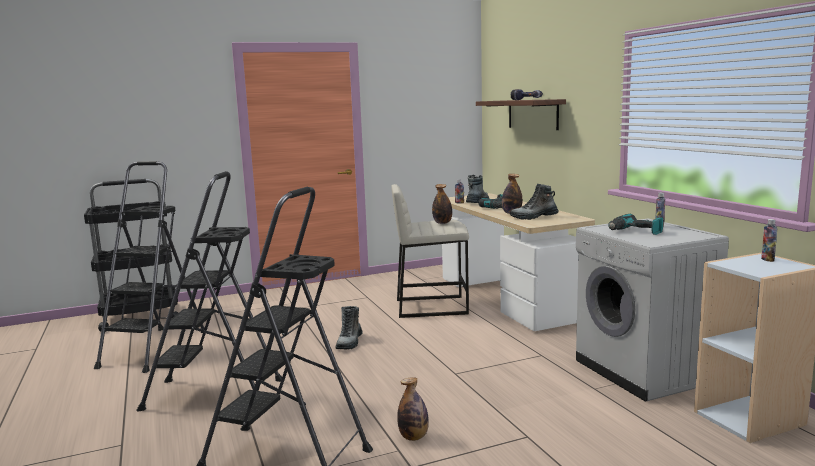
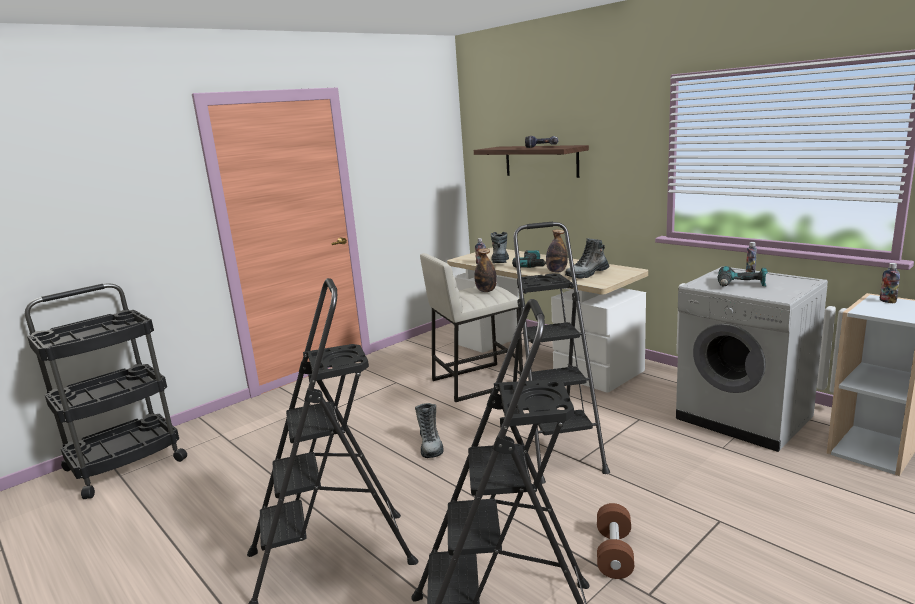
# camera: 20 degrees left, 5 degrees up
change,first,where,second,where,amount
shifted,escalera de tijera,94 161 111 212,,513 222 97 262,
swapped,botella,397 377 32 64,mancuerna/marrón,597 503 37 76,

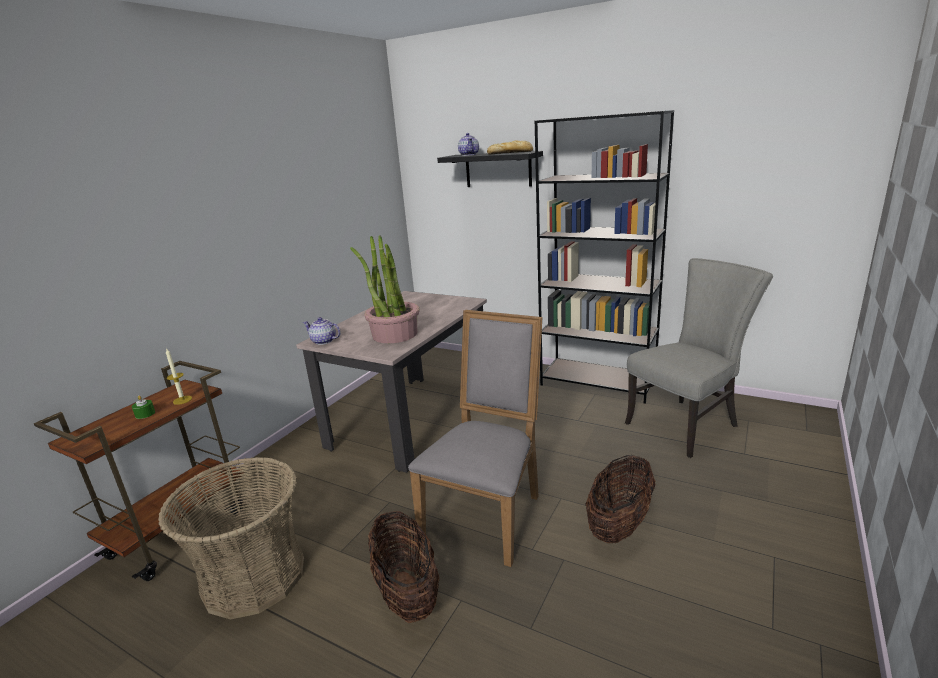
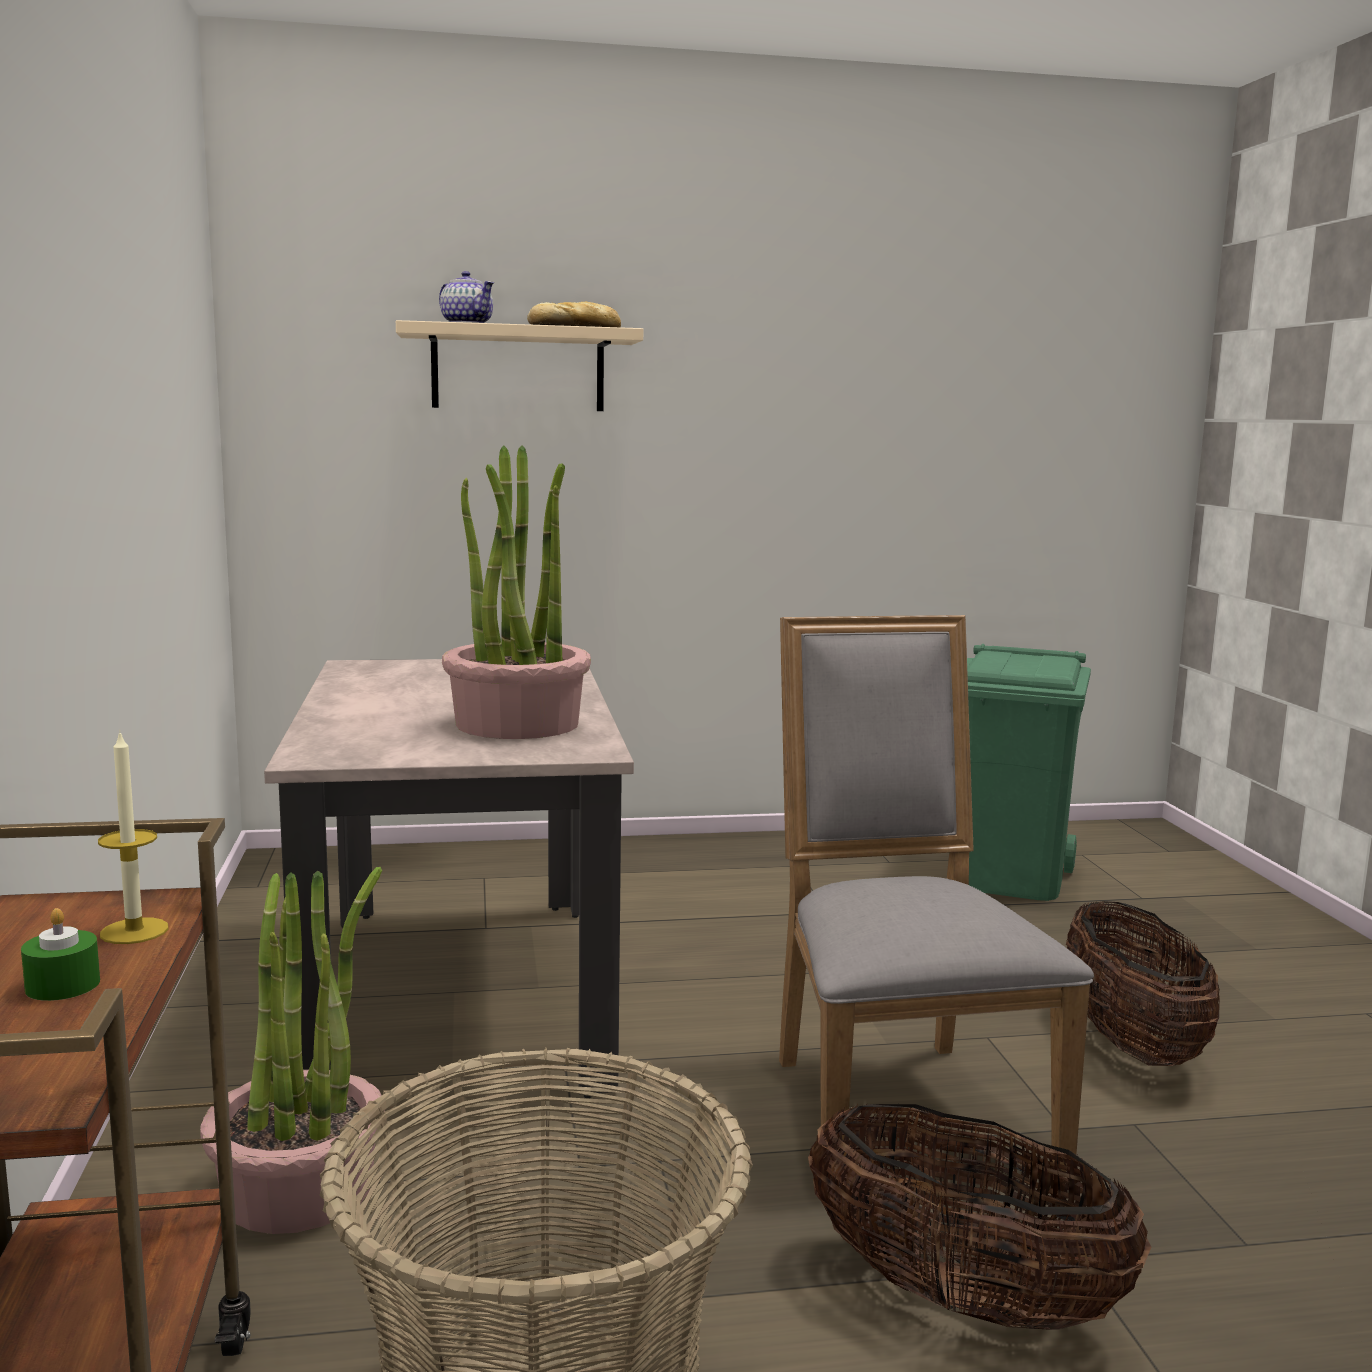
# camera: 40 degrees left, 10 degrees down
change,first,where,second,where,amount
new,,,planta en maceta,200 867 185 367,
repainted,estante/negro,437 151 106 36,estante/beis,396 320 247 91,
swapped,silla/gris,625 258 148 200,papelera/verde,967 644 124 257,
gone,tetera,303 317 38 28,,,
gone,estantería/marrón,535 110 139 294,,,

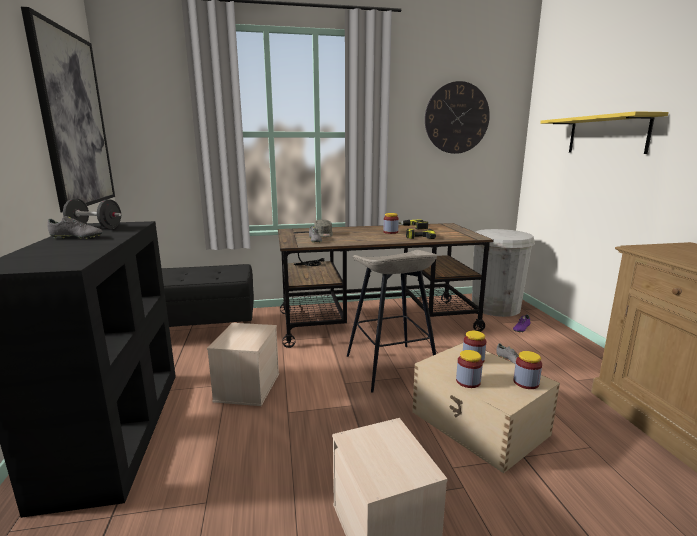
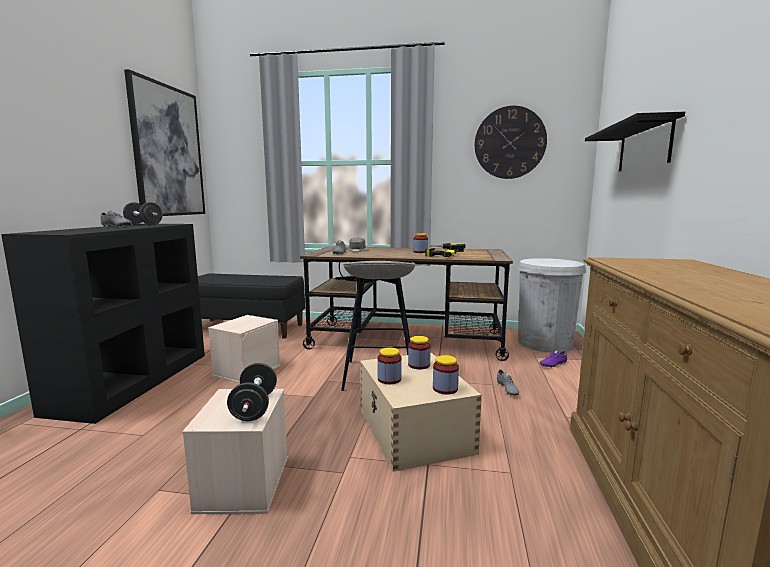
# camera: 20 degrees right, 5 degrees down
change,first,where,second,where,amount
new,,,mancuerna/negro,227 363 50 58,
repainted,estante/amarillo,540 111 129 43,estante/negro,585 112 100 59,

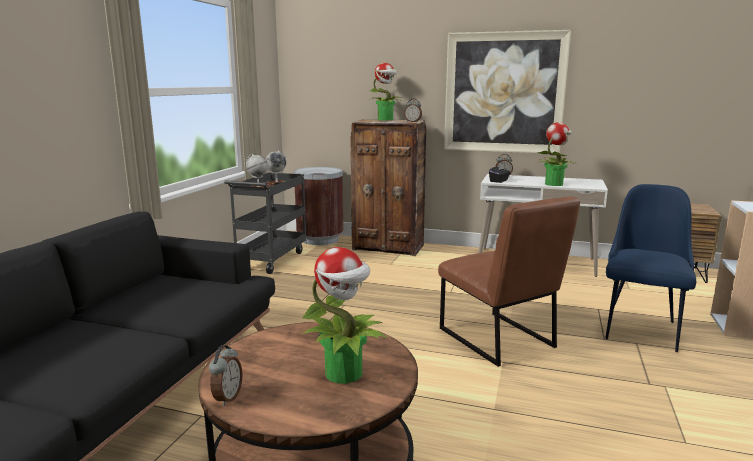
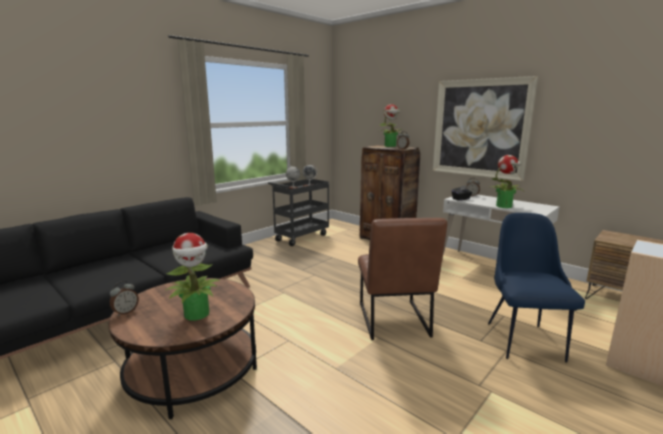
# camera: 25 degrees right, 0 degrees up
change,first,where,second,where,amount
rotated,silla/azul,605 184 91 168,,488 213 97 150,45 degrees counterclockwise
gone,papelera/marrón,294 167 49 78,,,

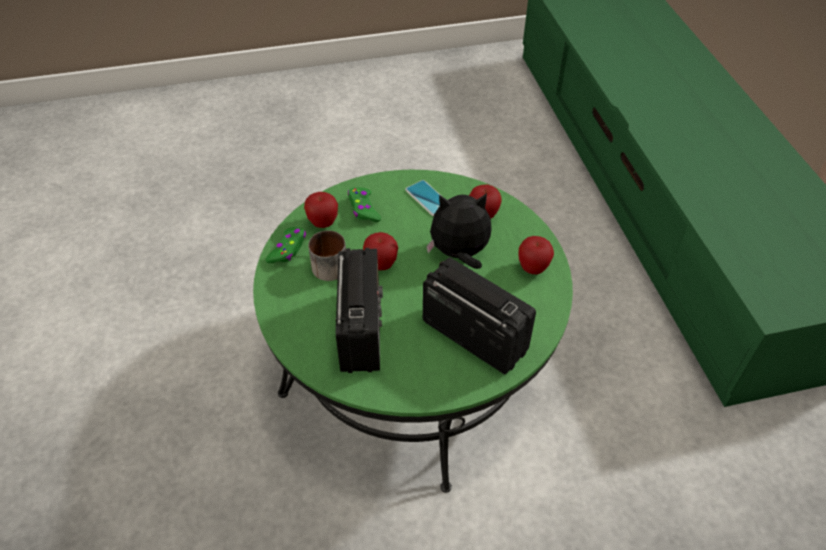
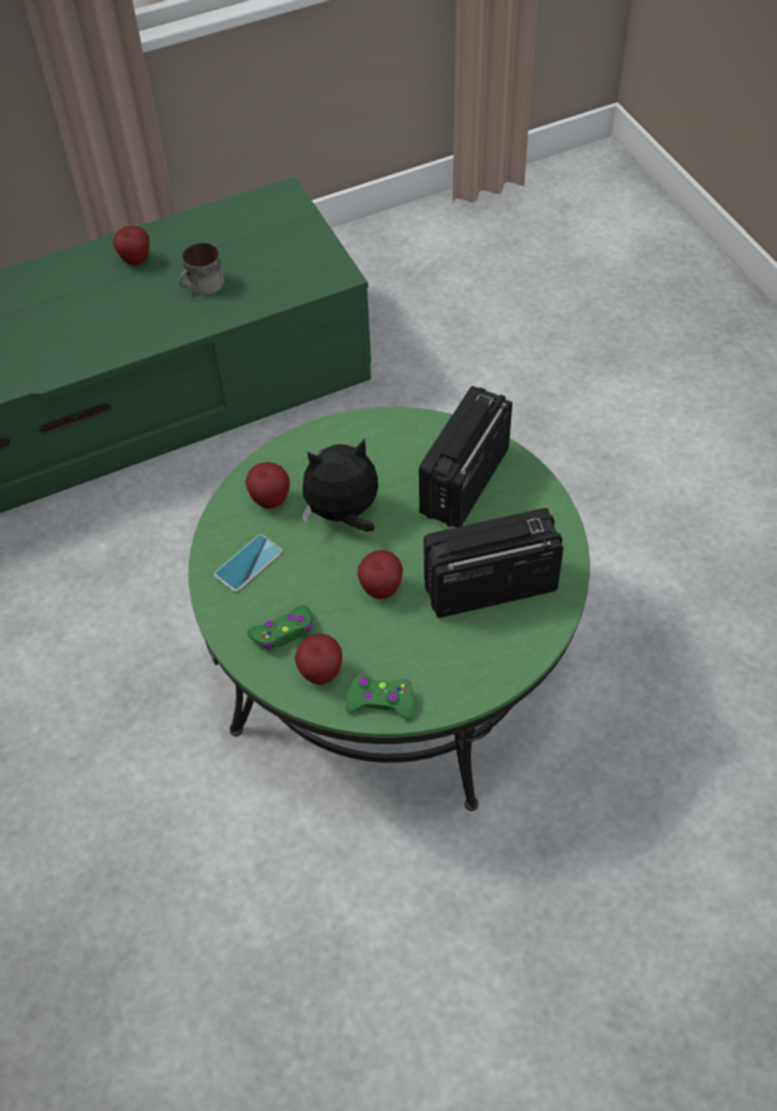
# camera: 100 degrees left, 5 degrees up
change,first,where,second,where,amount
shifted,manzana,519 236 35 38,,113 226 37 39,
shifted,taza grande,308 231 38 50,,178 242 46 53,
rotated,peluche,426 193 66 76,,302 439 76 93,90 degrees clockwise

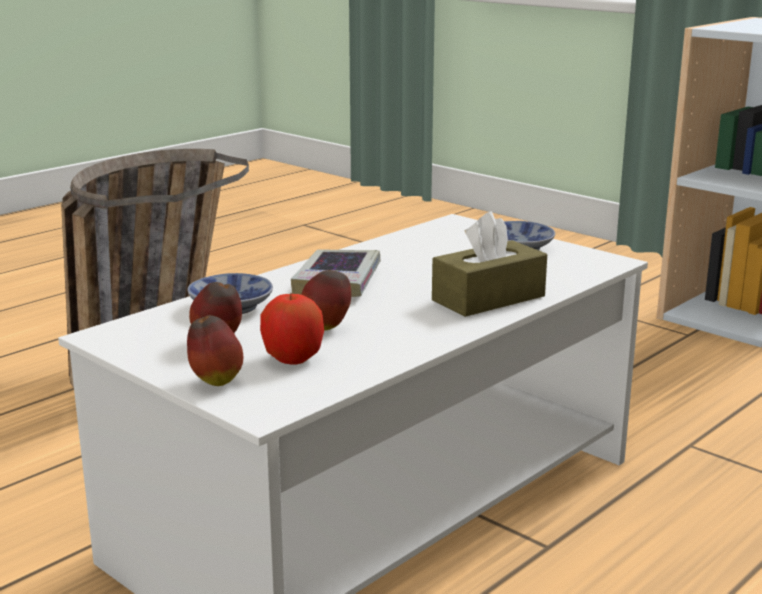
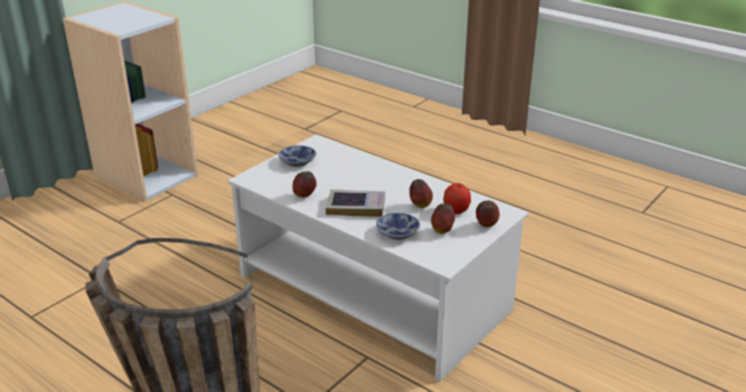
# camera: 95 degrees left, 10 degrees up
change,first,where,second,where,amount
new,,,manzana,293 171 24 27,
gone,caja de pañuelos/marrón,432 212 115 105,,,

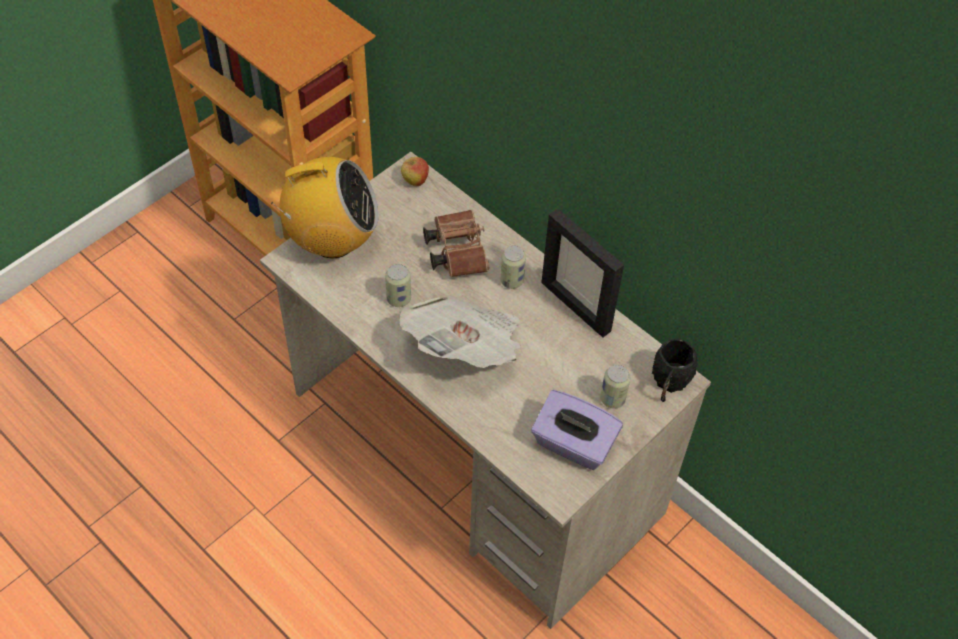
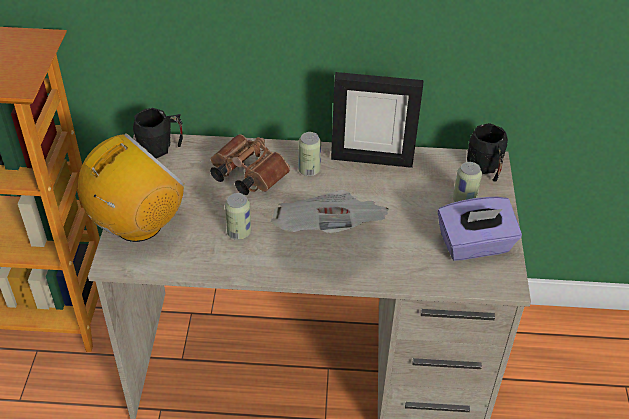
# camera: 40 degrees left, 10 degrees down
change,first,where,second,where,amount
swapped,manzana,401 157 28 29,taza grande/negro,133 108 50 50,

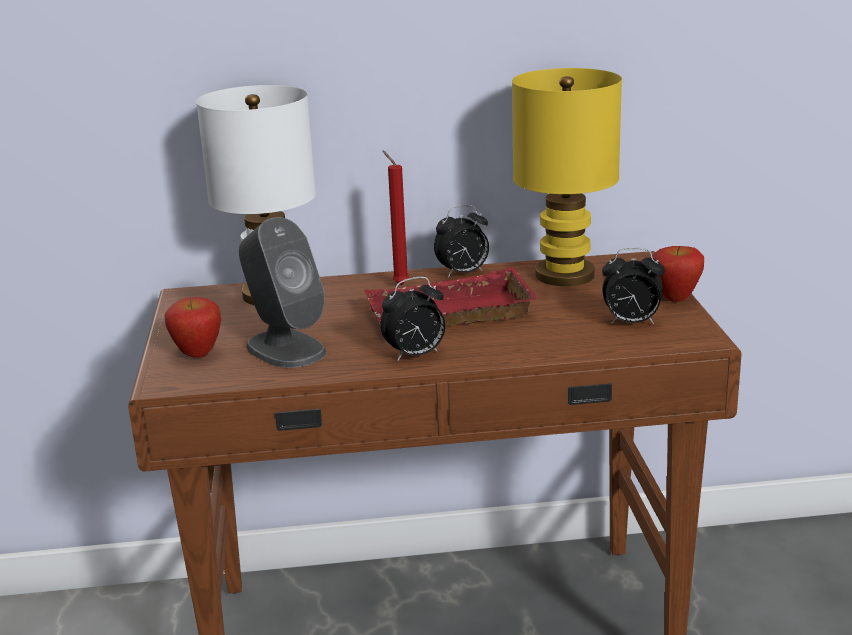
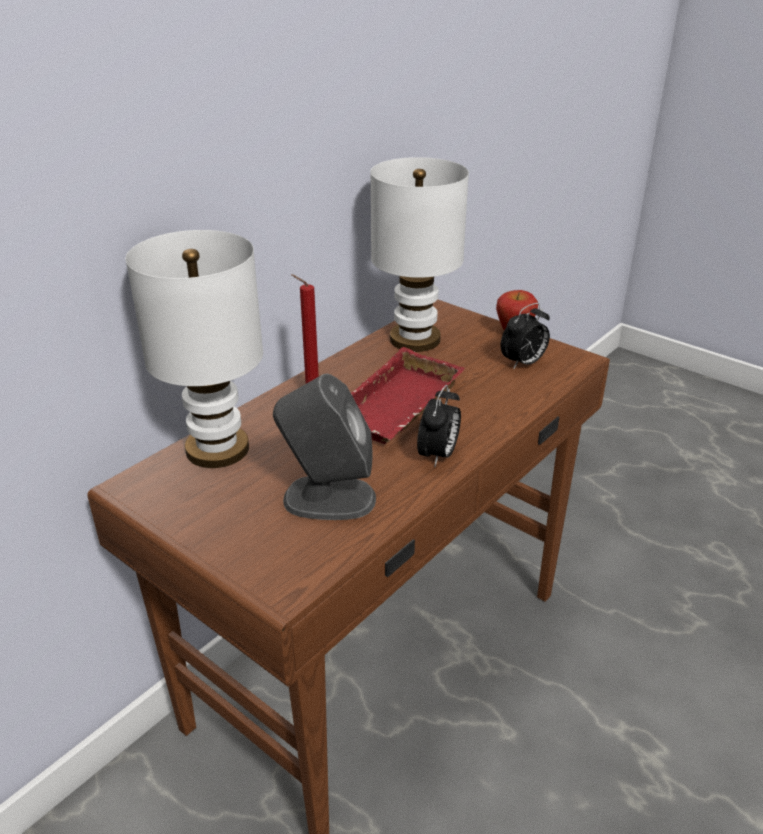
# camera: 45 degrees left, 10 degrees up
change,first,where,second,where,amount
repainted,lámpara de mesa/amarillo,512 68 110 218,lámpara de mesa/blanco,370 157 99 195,
gone,manzana,164 297 57 61,,,
gone,despertador,434 205 55 72,,,

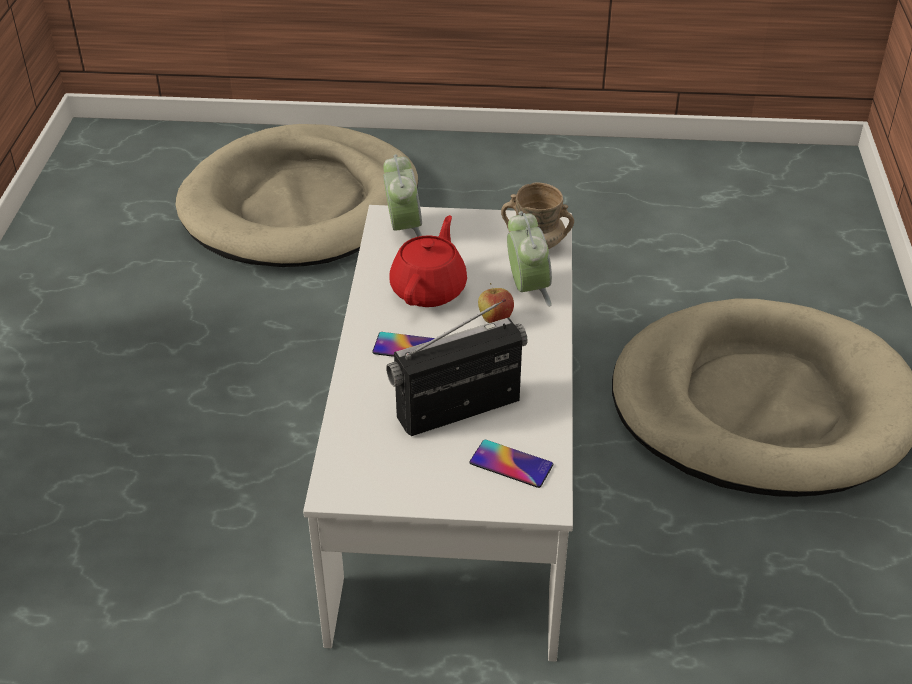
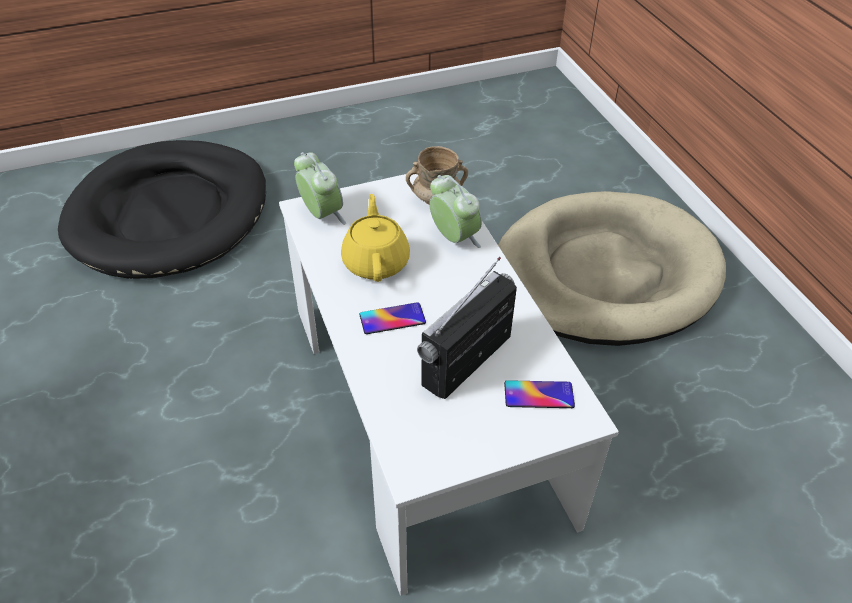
# camera: 25 degrees left, 5 degrees up
change,first,where,second,where,amount
repainted,cama para perro/beis,175 124 243 143,cama para perro/negro,58 140 208 139,
repainted,tetera/rojo,389 215 78 92,tetera/amarillo,341 194 69 88,
gone,manzana,478 283 36 40,,,

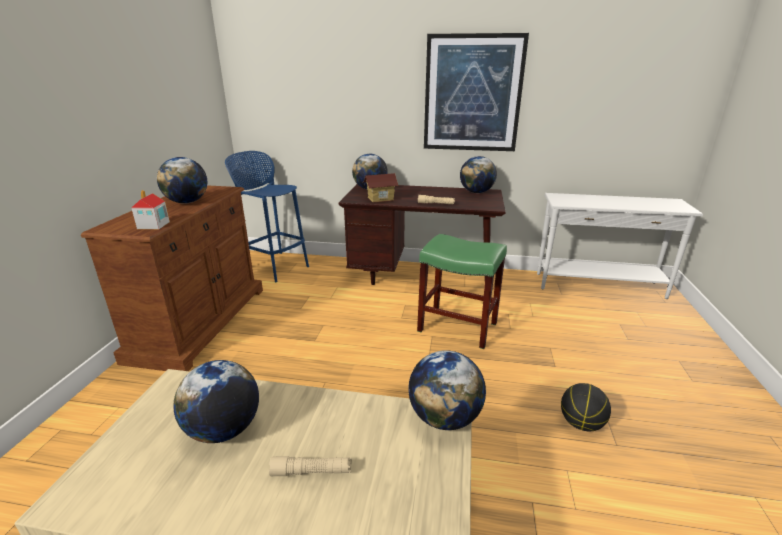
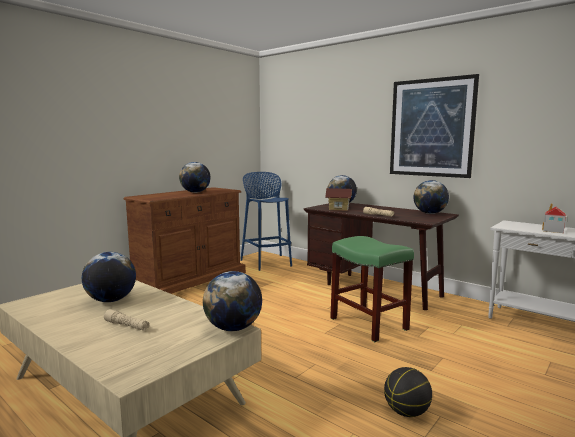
# camera: 30 degrees right, 15 degrees down
change,first,where,second,where,amount
shifted,casita,132 190 38 39,,542 203 25 30,

